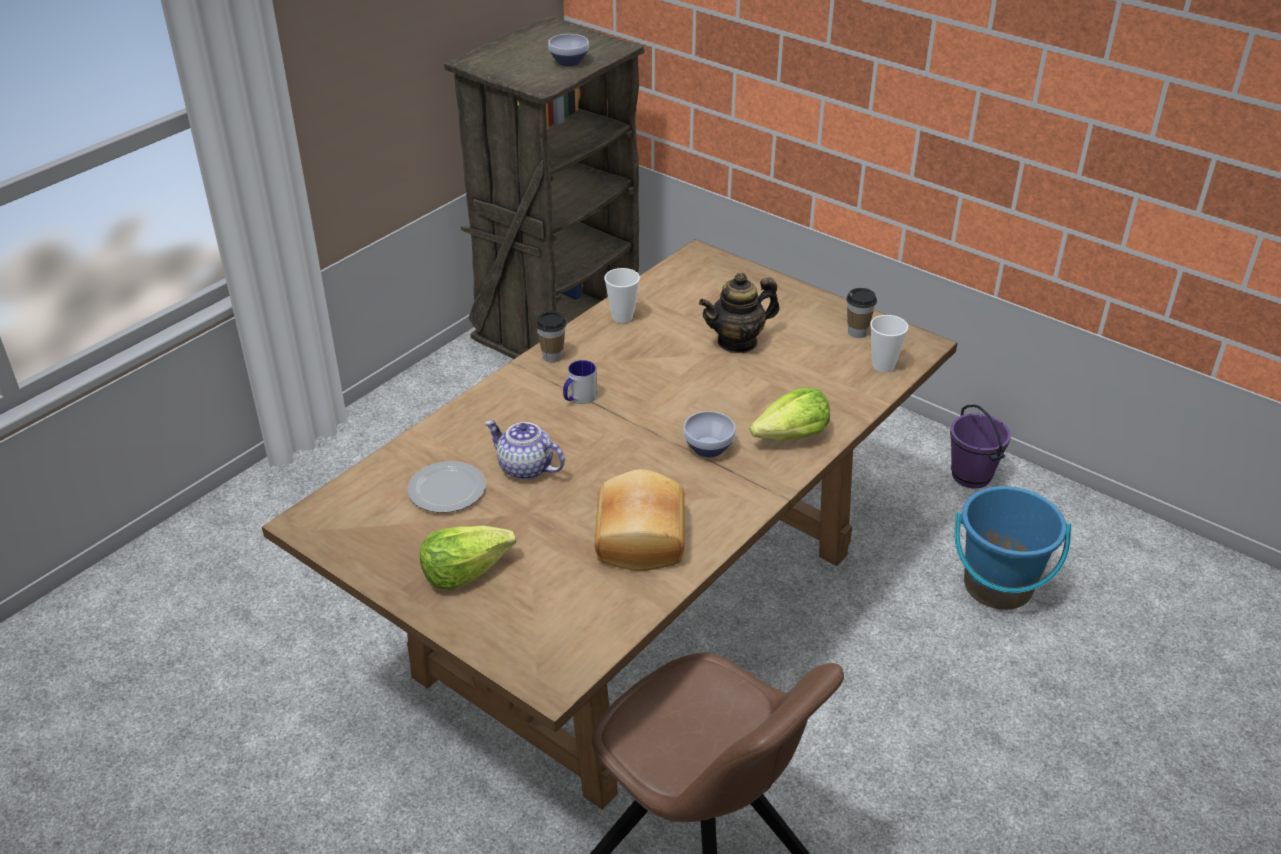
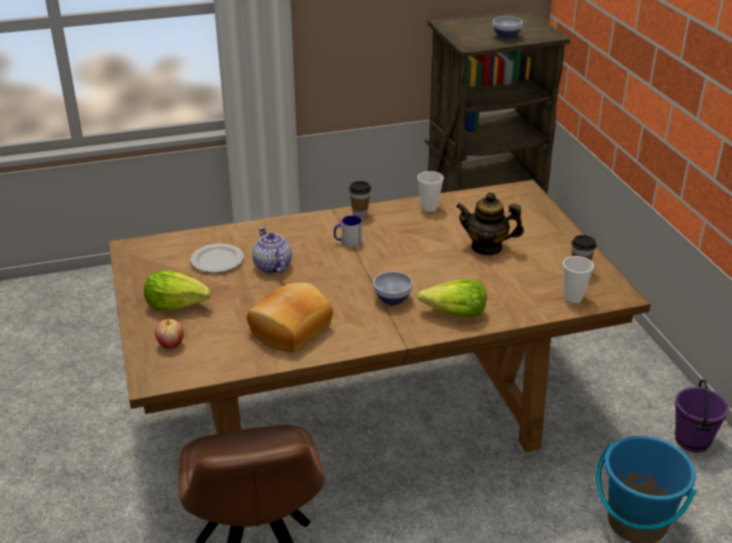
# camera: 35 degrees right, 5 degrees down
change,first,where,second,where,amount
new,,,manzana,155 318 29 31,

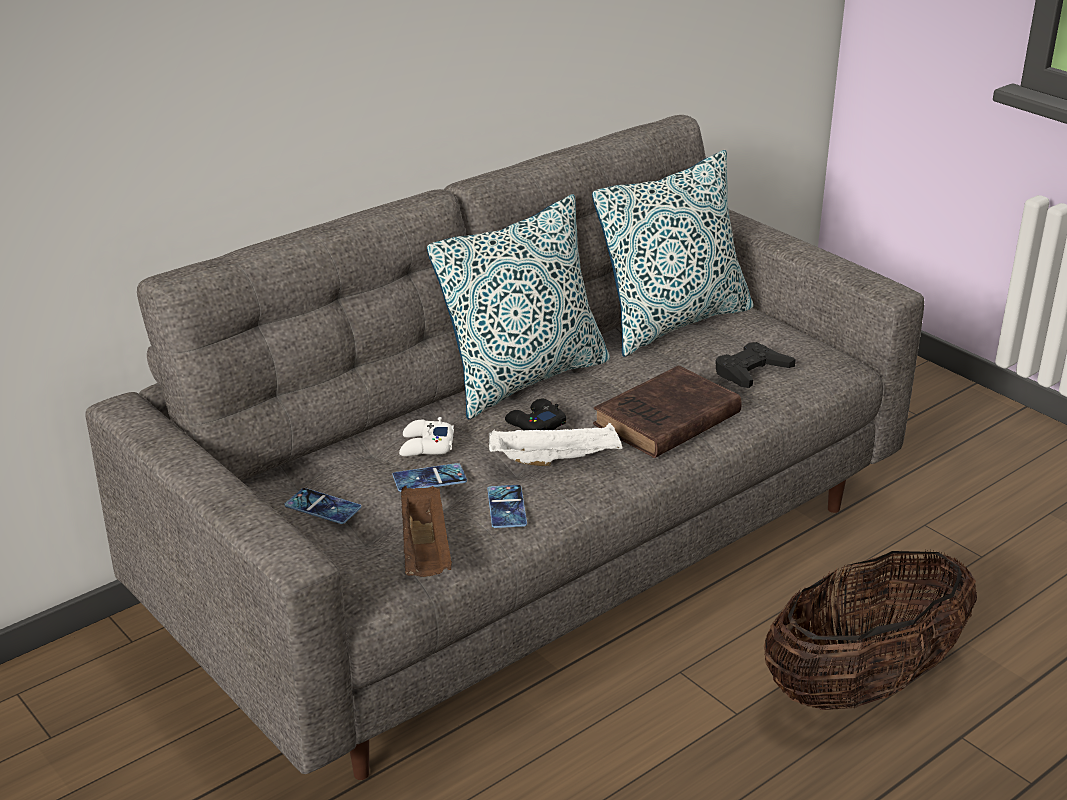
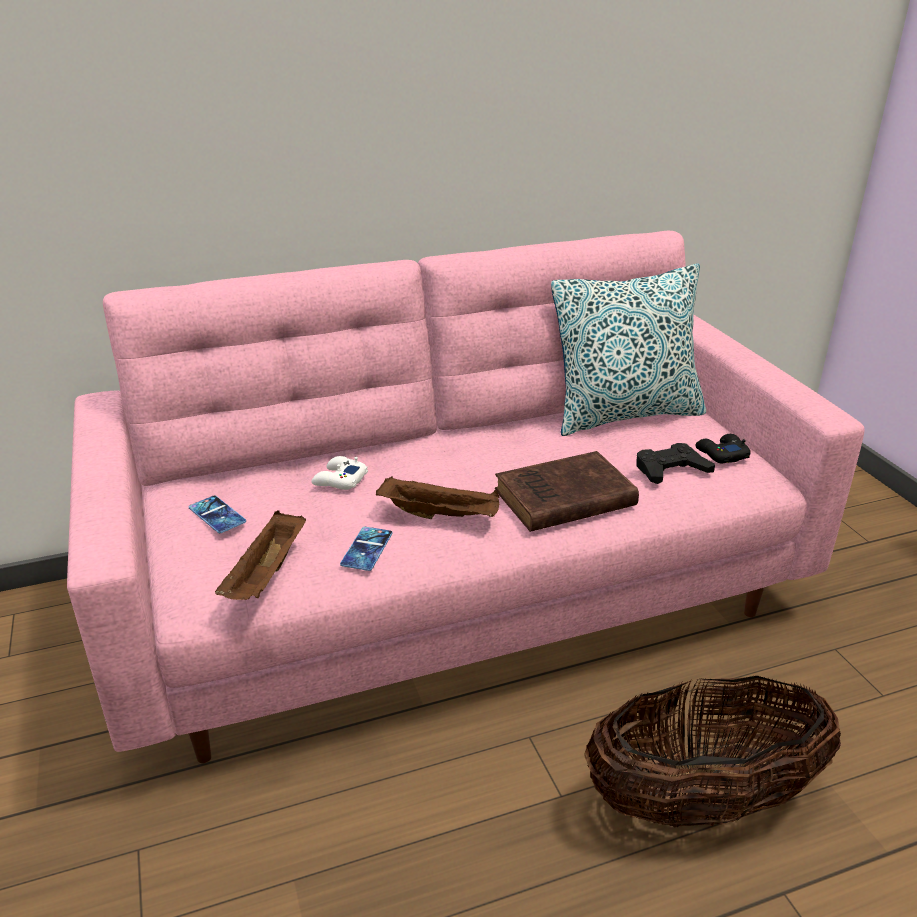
# camera: 20 degrees right, 0 degrees up
change,first,where,second,where,amount
repainted,sofá/gris,85 115 839 665,sofá/rosa,67 231 798 532,
repainted,bandeja/blanco,489 423 134 43,bandeja/marrón,376 476 123 43,
shifted,mando de consola/negro,505 399 61 31,,695 434 56 29,
gone,móvil,393 463 74 29,,,
gone,cojín,427 194 183 226,,,

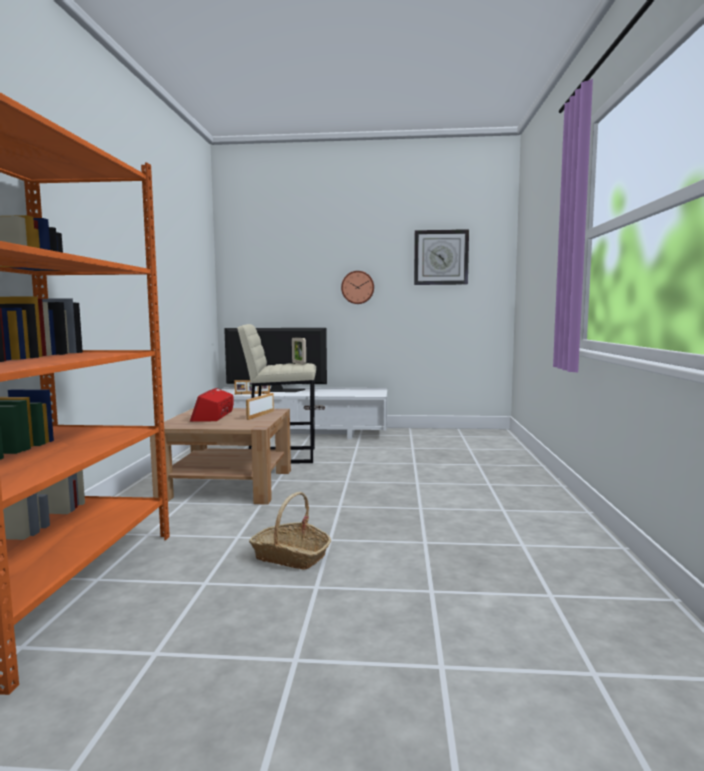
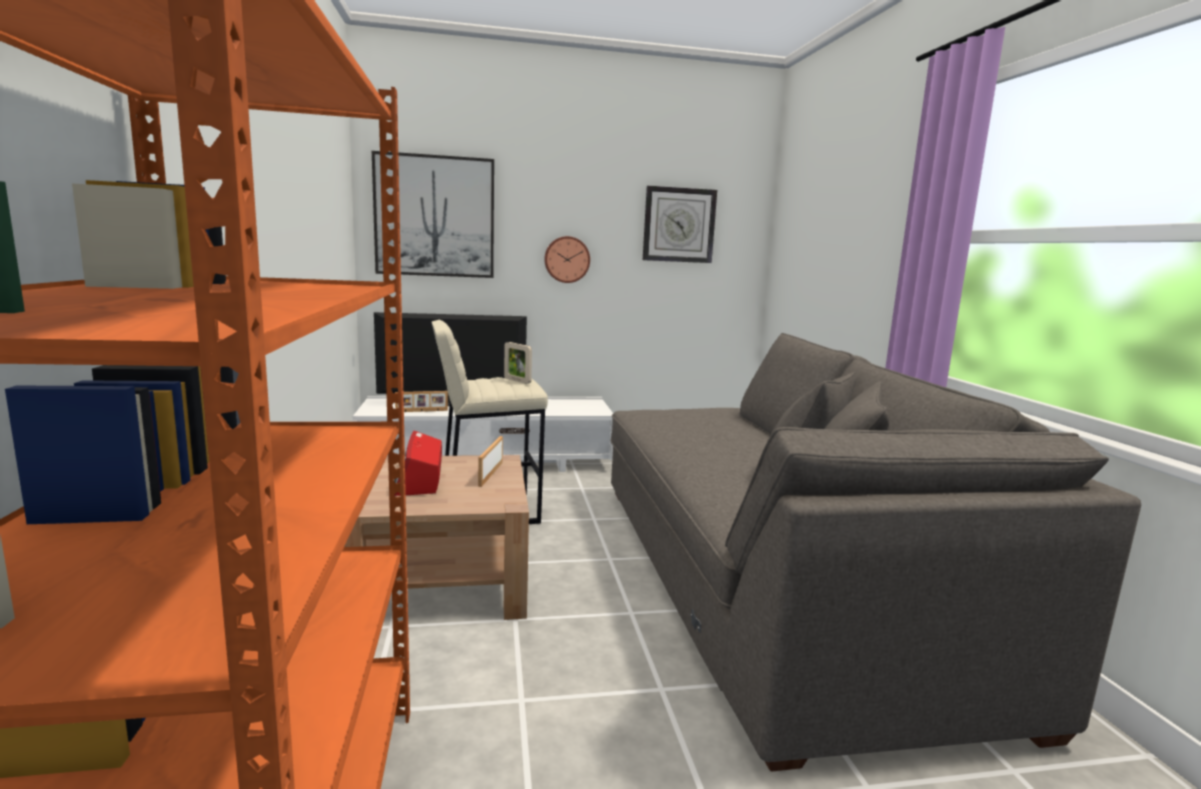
# camera: 15 degrees left, 5 degrees up
change,first,where,second,where,amount
new,,,cuadro,372 151 122 127,
new,,,sofá/gris,611 333 530 438,
gone,cesta,249 492 82 78,,,

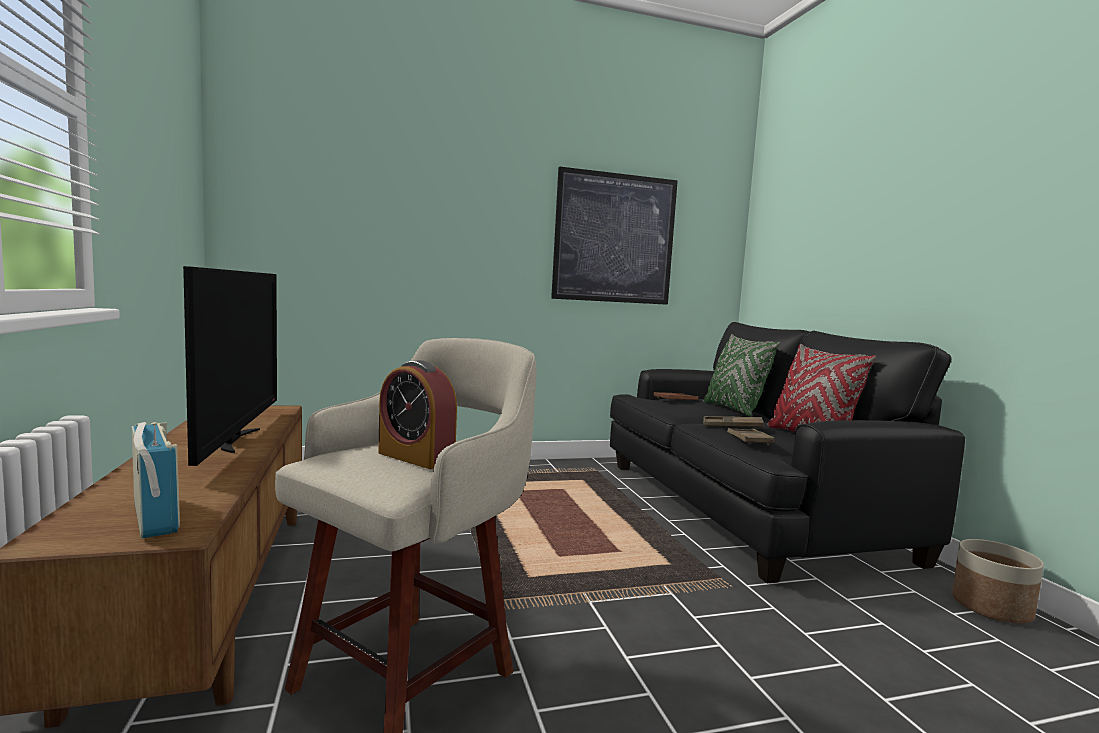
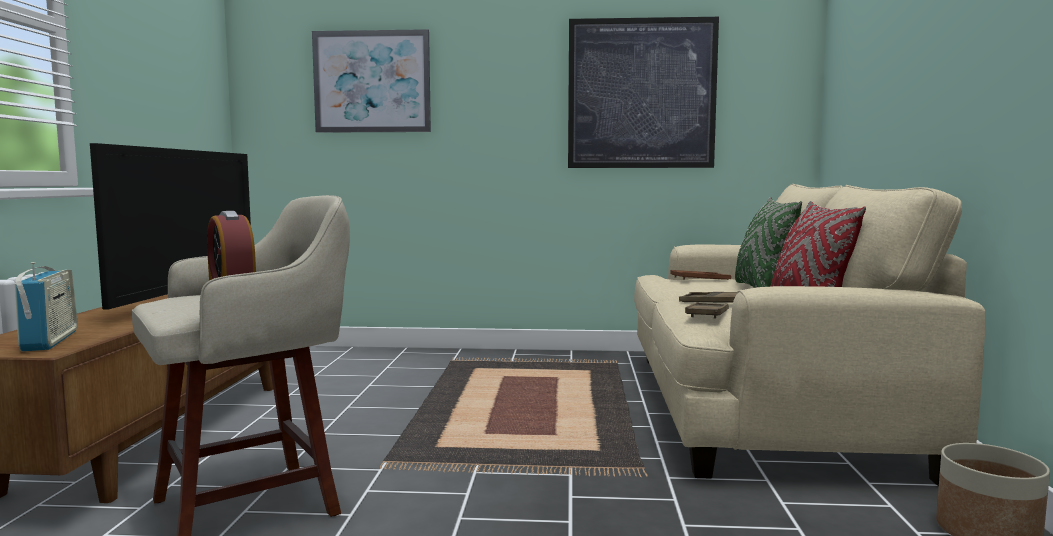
# camera: 20 degrees right, 0 degrees up
change,first,where,second,where,amount
new,,,cuadro,312 29 119 104,
repainted,sofá/negro,610 322 355 261,sofá/beis,634 184 352 302,

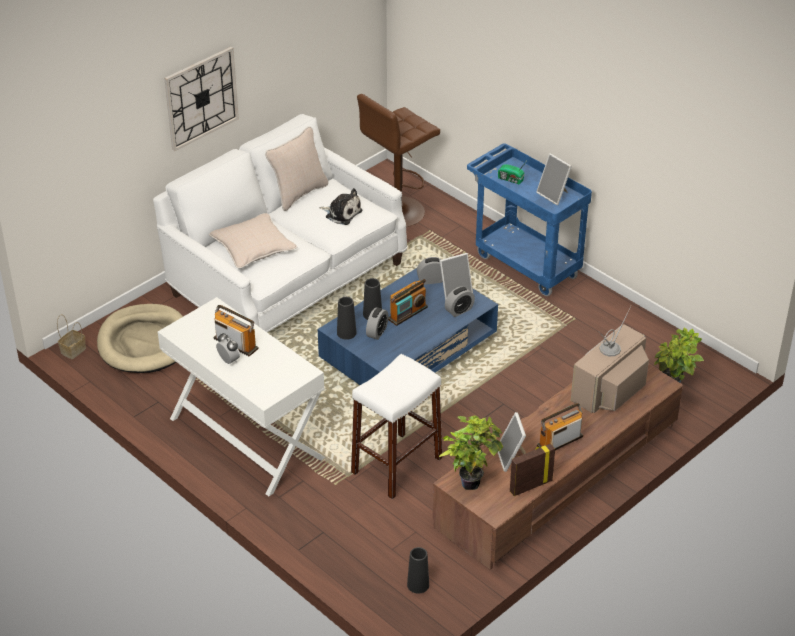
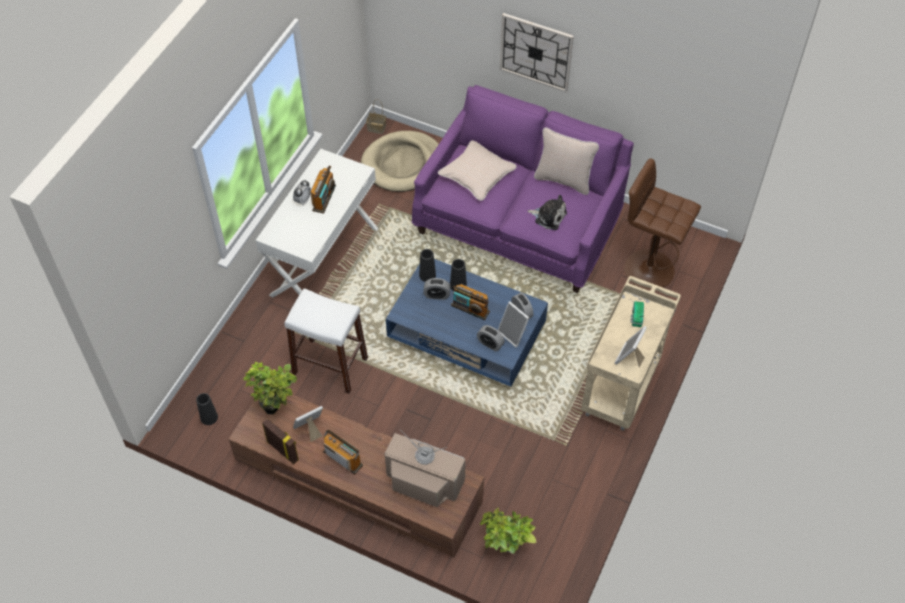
# camera: 70 degrees right, 15 degrees up
change,first,where,second,where,amount
repainted,sofá/blanco,153 114 255 218,sofá/morado,411 85 223 208,
rotated,peluche,320 188 42 37,,527 195 40 35,75 degrees counterclockwise
repainted,carrito/azul,467 143 125 153,carrito/beis,581 276 100 155,

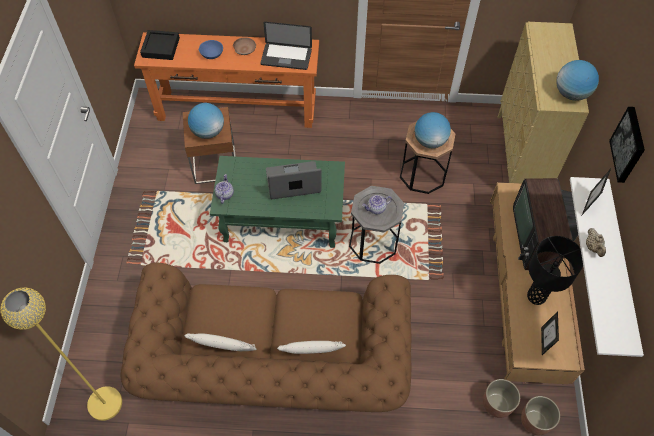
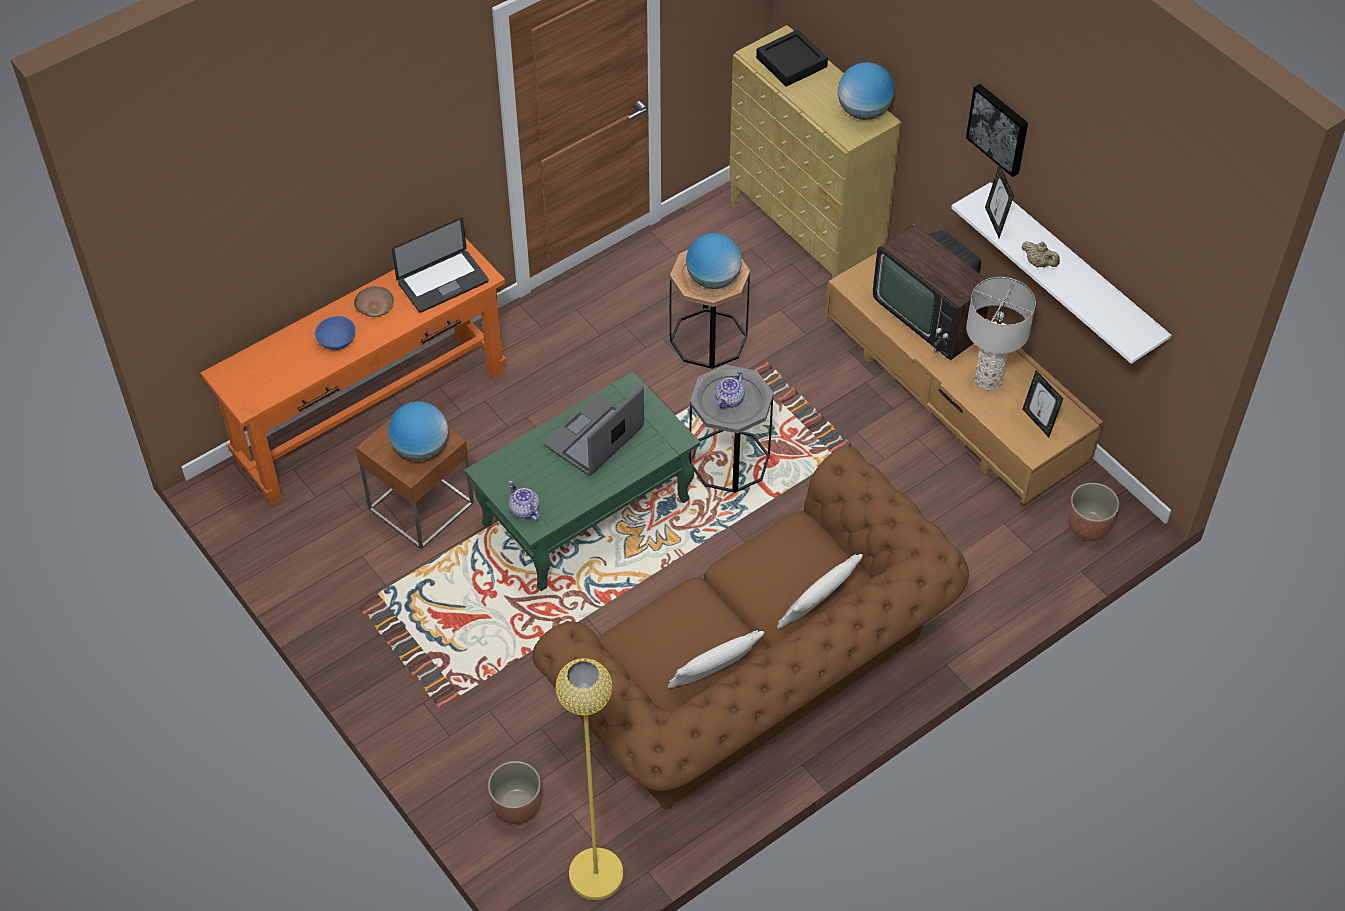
# camera: 40 degrees left, 5 degrees down
change,first,where,second,where,amount
shifted,maceta,483 379 37 39,,488 761 53 63,
shifted,bandeja/negro,140 30 40 30,,756 30 72 57,
repainted,lámpara de mesa/negro,527 236 56 69,lámpara de mesa/blanco,966 277 70 114,

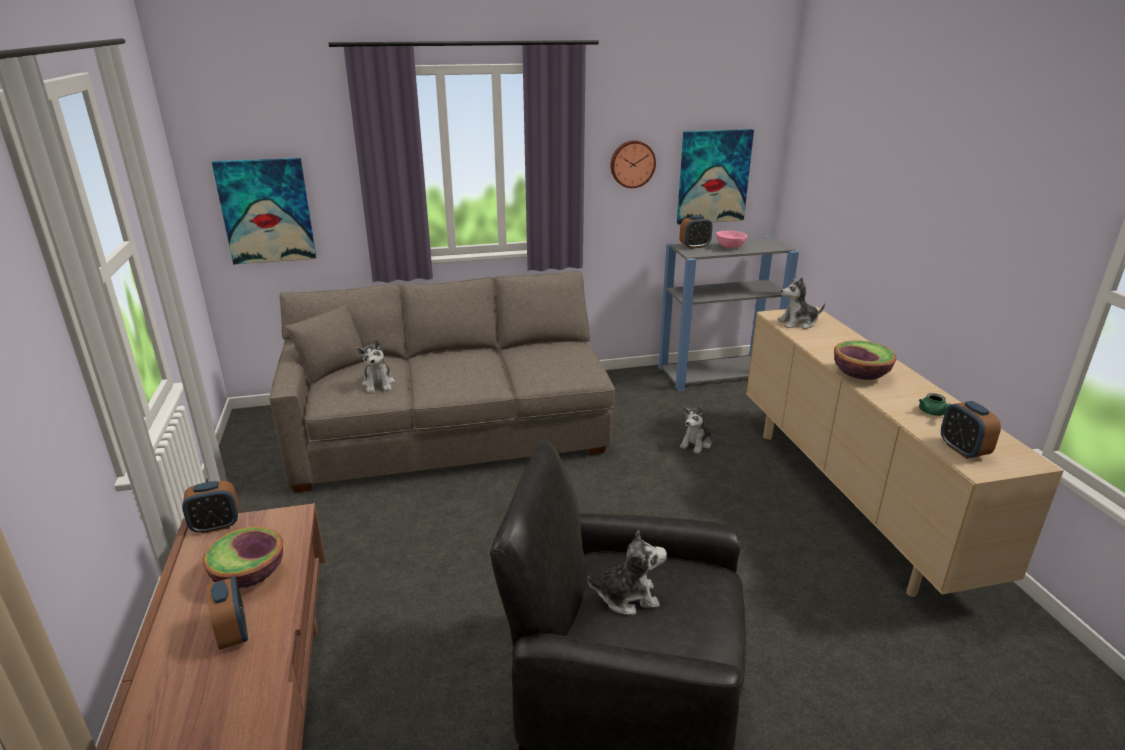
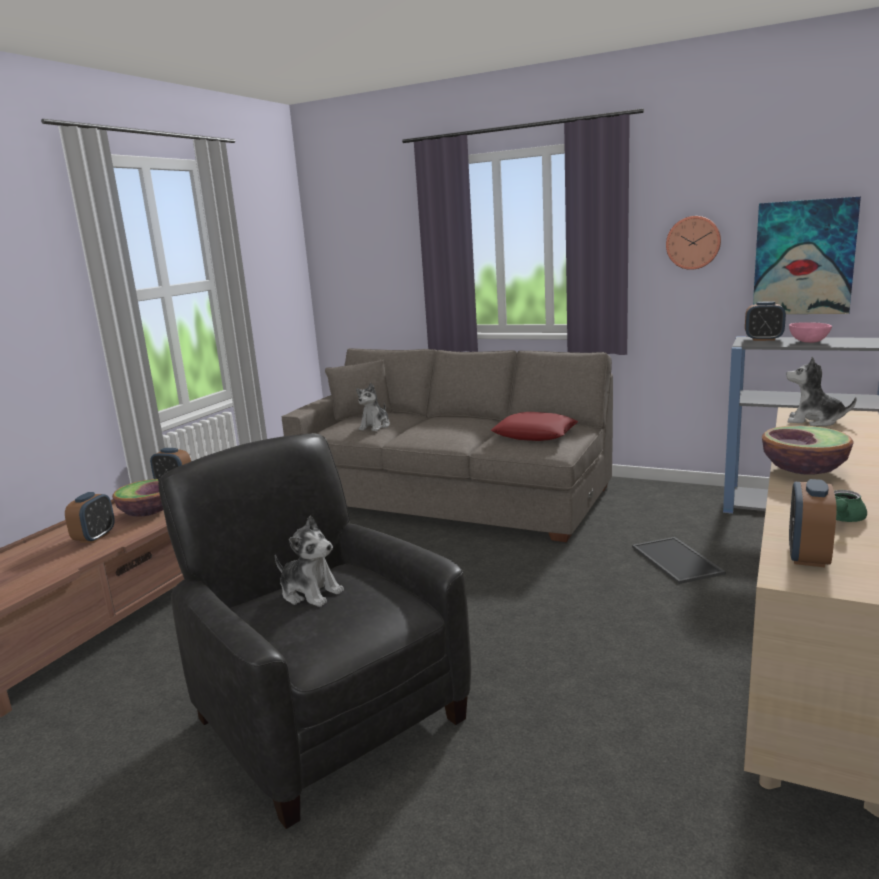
# camera: 40 degrees right, 10 degrees down
change,first,where,second,where,amount
new,,,cojín/rojo,491 412 87 29,
swapped,peluche,680 406 32 48,bandeja,632 537 94 47,
gone,cuadro,212 158 104 106,,,

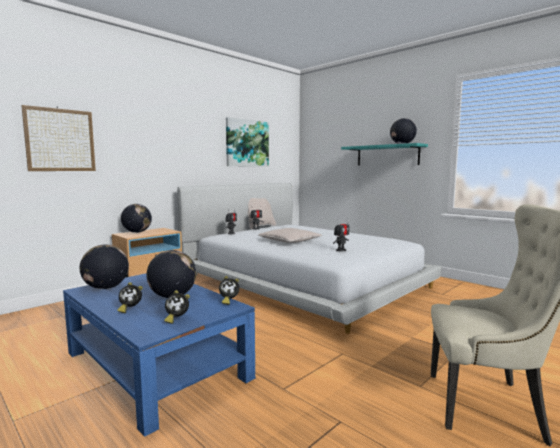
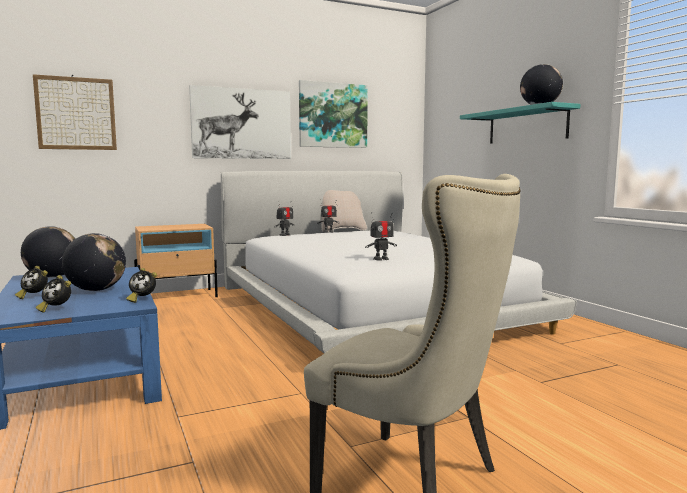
# camera: 20 degrees right, 0 degrees up
change,first,where,second,where,amount
new,,,cuadro,189 85 102 74,
gone,globo terráqueo,121 204 31 29,,,
gone,cojín/beis,258 228 65 15,,,

